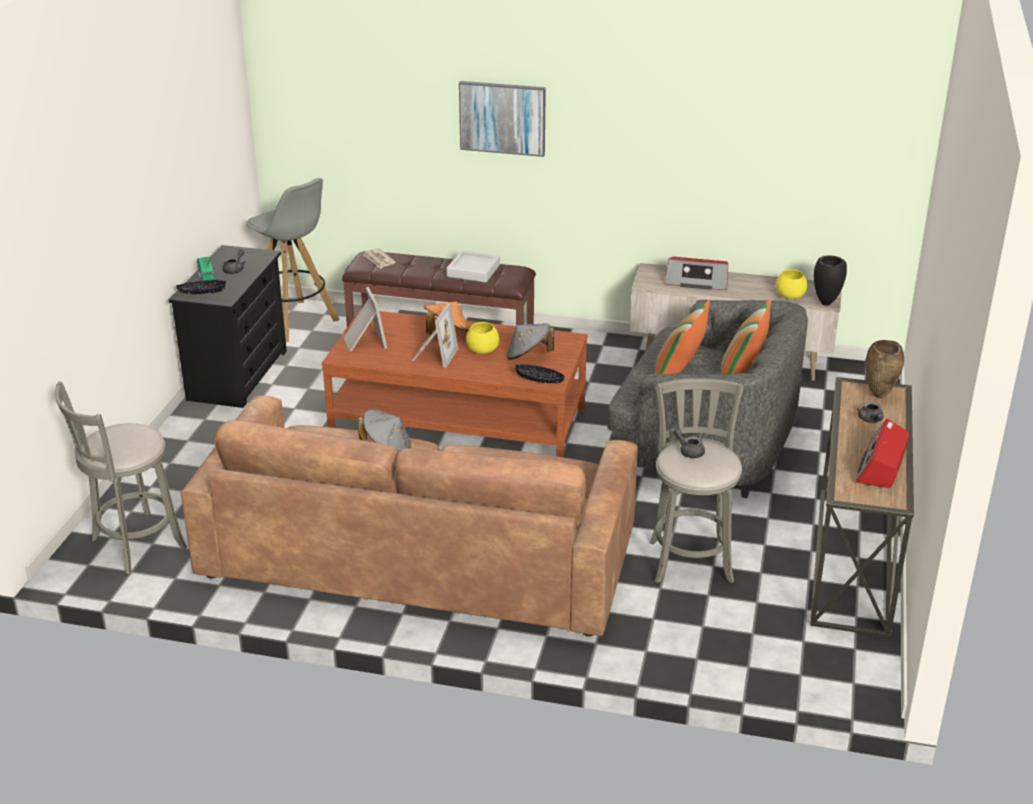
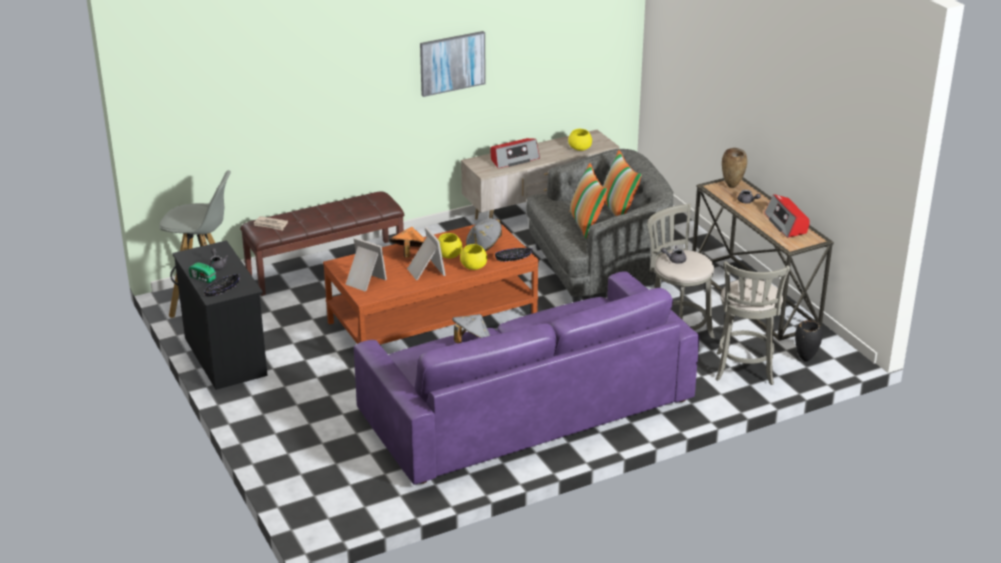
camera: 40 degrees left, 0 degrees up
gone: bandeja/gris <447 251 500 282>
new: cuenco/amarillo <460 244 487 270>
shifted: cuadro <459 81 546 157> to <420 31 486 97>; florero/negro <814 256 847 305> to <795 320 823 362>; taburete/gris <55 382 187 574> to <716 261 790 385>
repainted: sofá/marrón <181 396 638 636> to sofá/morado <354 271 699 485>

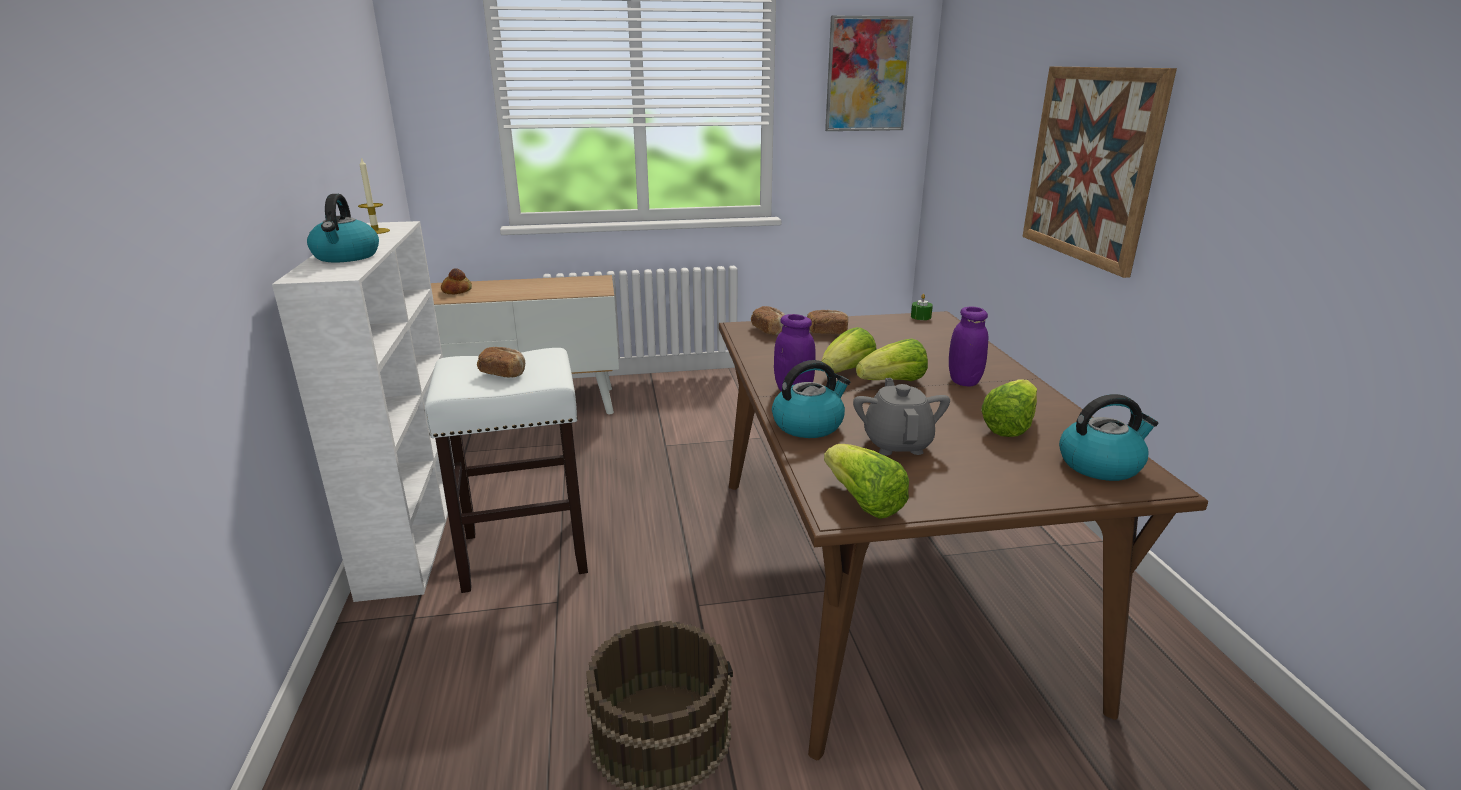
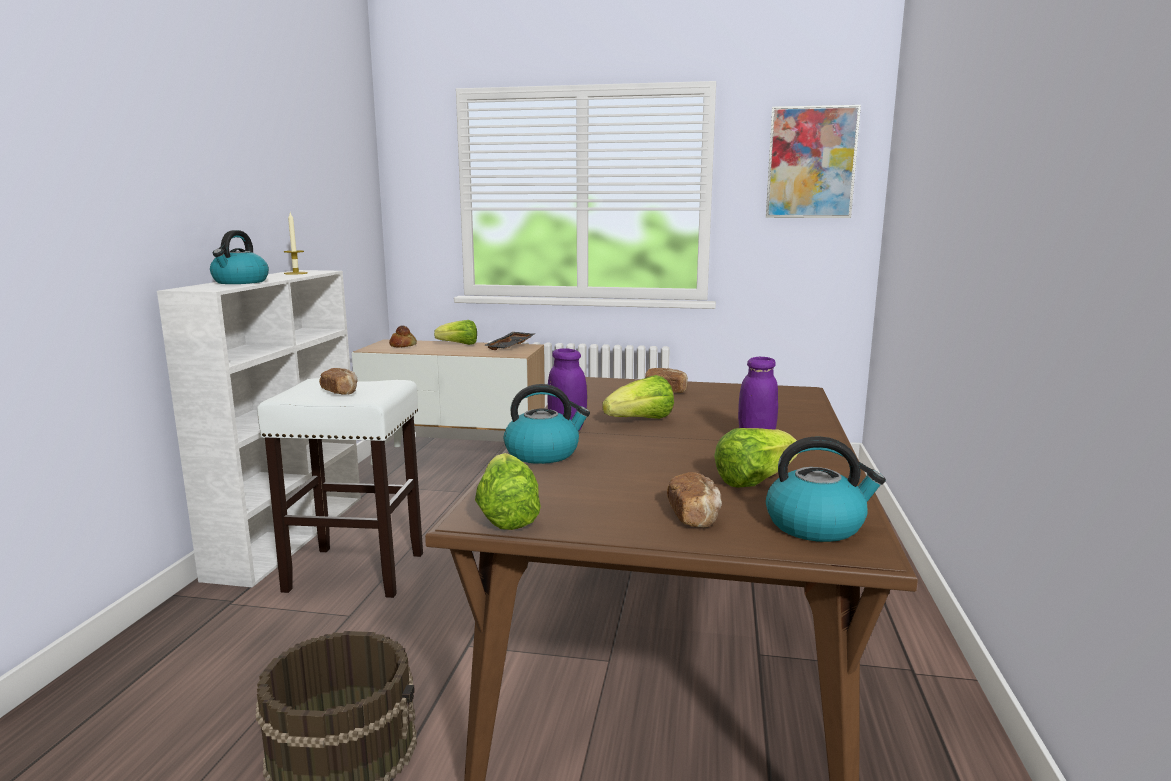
camera: 20 degrees right, 10 degrees down
gone: cuadro <1022 67 1177 278>; vela/verde <911 294 933 320>; tetera/gris <853 378 950 455>
new: bandeja/negro <483 332 535 350>
shifted: pan <751 306 785 335> to <667 472 722 527>; lechuga <856 339 928 381> to <434 320 477 345>

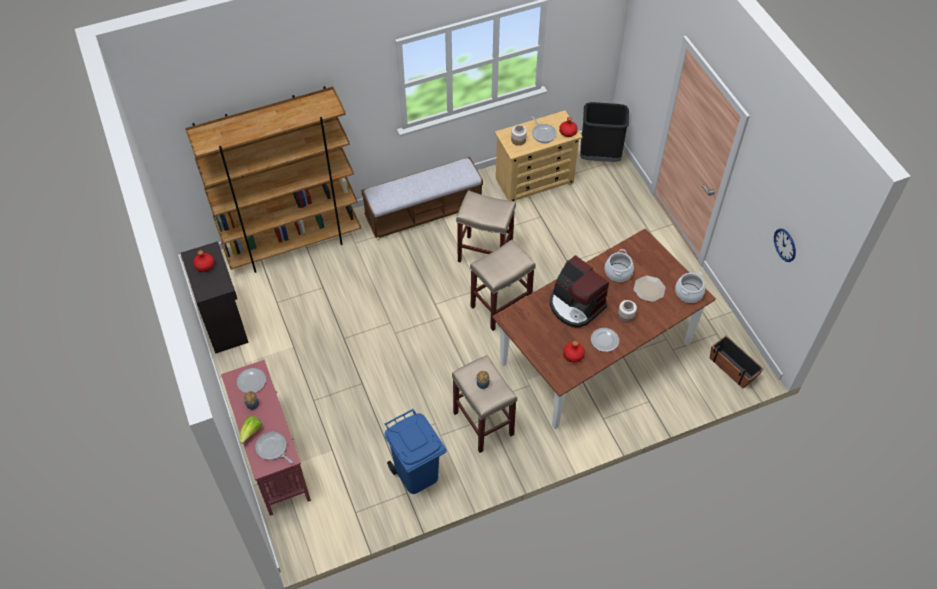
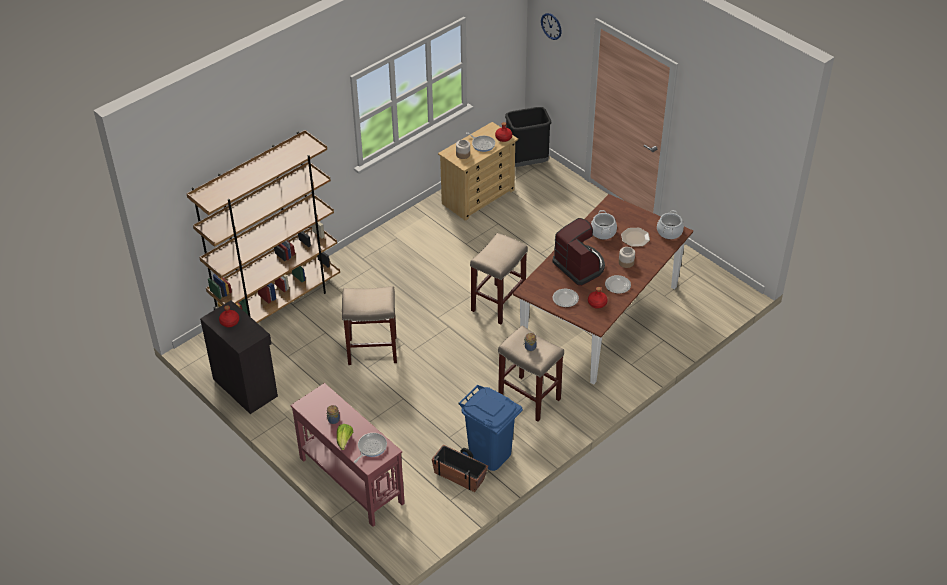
camera: 20 degrees left, 10 degrees down
gone: banco <361 157 483 238>
shifted: taburete/beis <456 190 516 263> to <342 286 397 365>; reloj de pared <774 228 796 262> to <541 13 562 40>; maceta <710 336 764 389> to <432 445 488 492>; plato <237 368 266 393> to <552 289 579 307>
rotated: cafetera <549 255 609 328> = <552 218 605 286> 150 degrees counterclockwise; sartén <255 432 293 464> = <354 433 387 463> 105 degrees clockwise

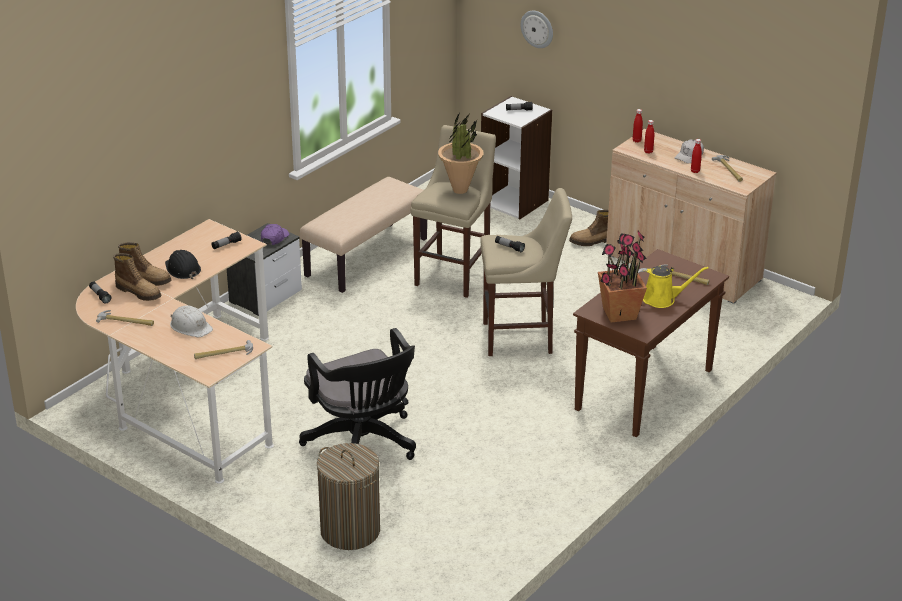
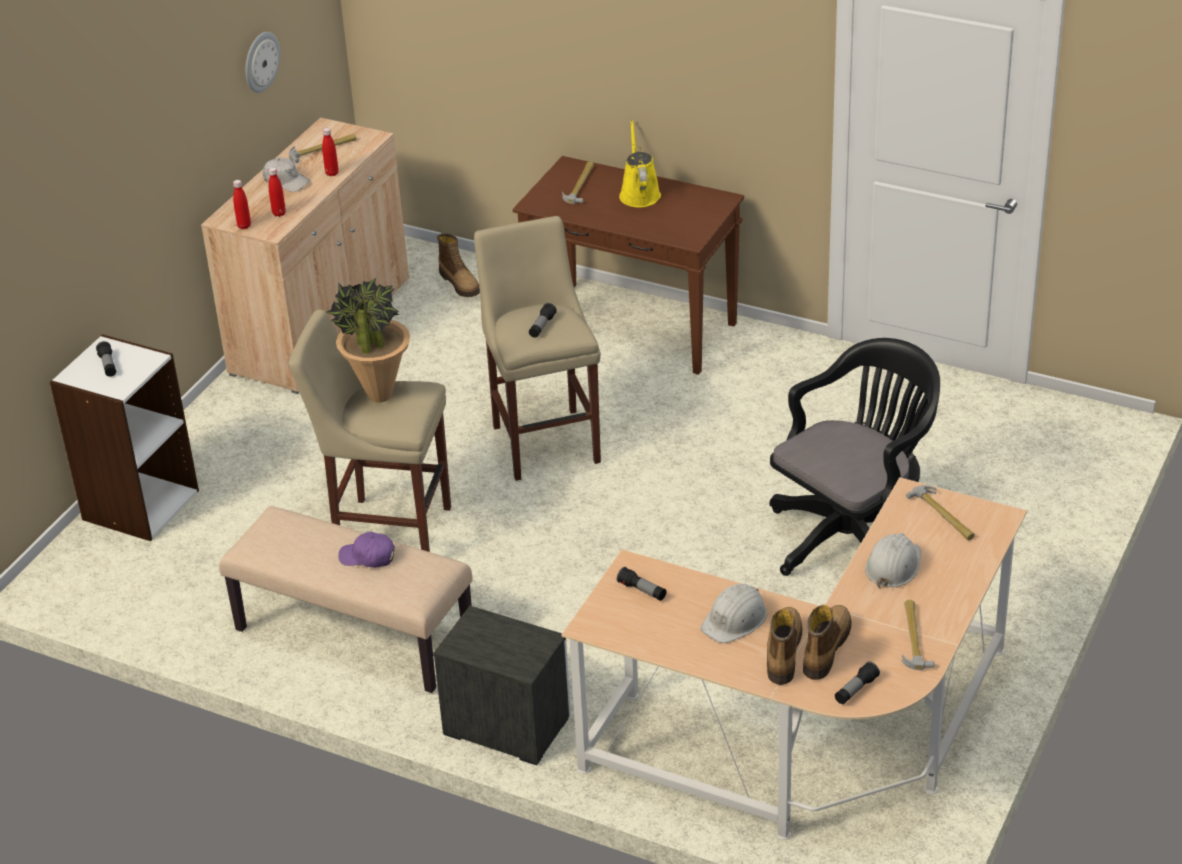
camera: 100 degrees left, 5 degrees up
gone: planta en maceta <598 231 647 323>; cesto de la ropa <317 443 380 550>
shifted: reloj de pared <521 11 553 48> to <246 32 280 93>; bota <569 210 609 246> to <437 233 480 297>; gorra/morado <261 224 289 245> to <338 531 395 568>
repainted: casco/negro <165 250 201 279> to casco/blanco <701 584 767 643>

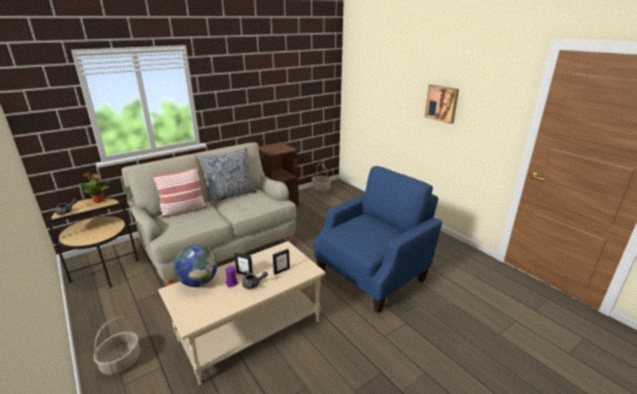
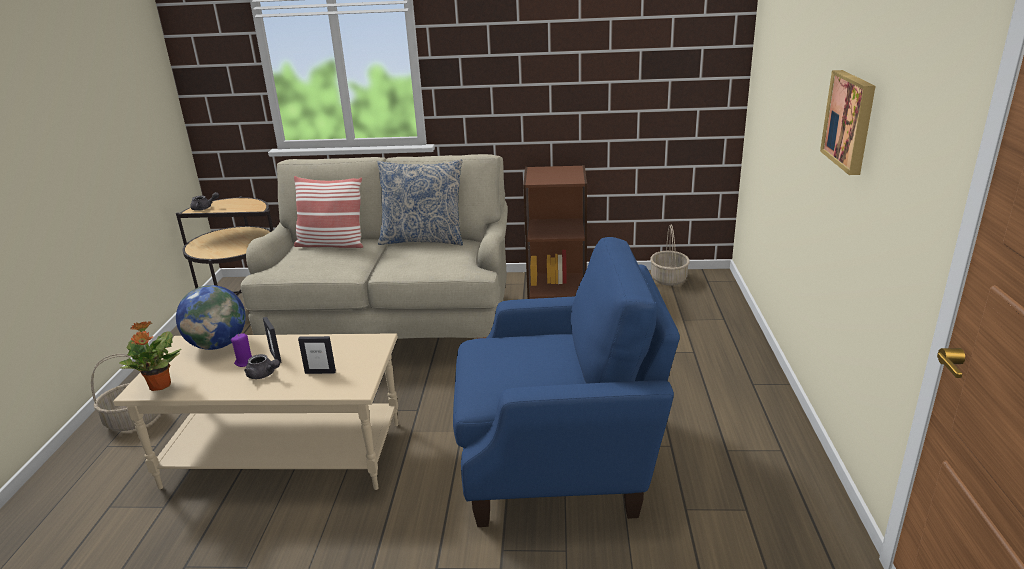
camera: 40 degrees right, 0 degrees up
shifted: planta en maceta <79 172 110 203> to <120 321 181 391>

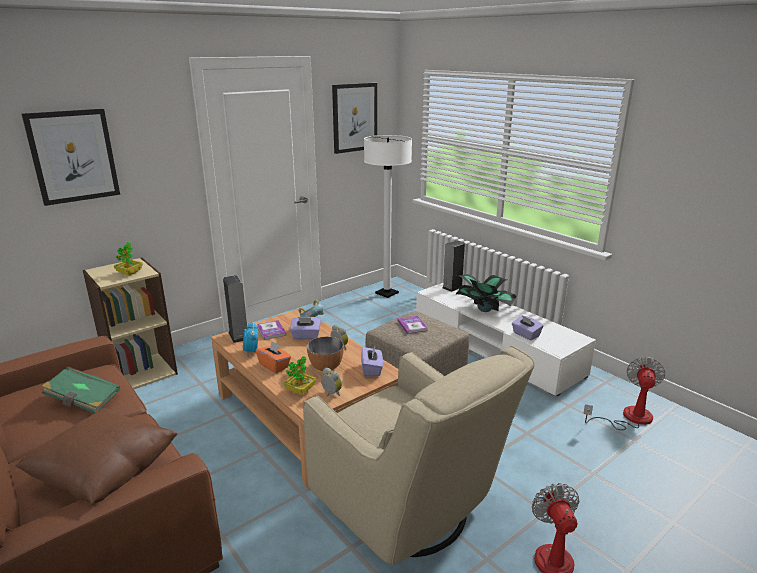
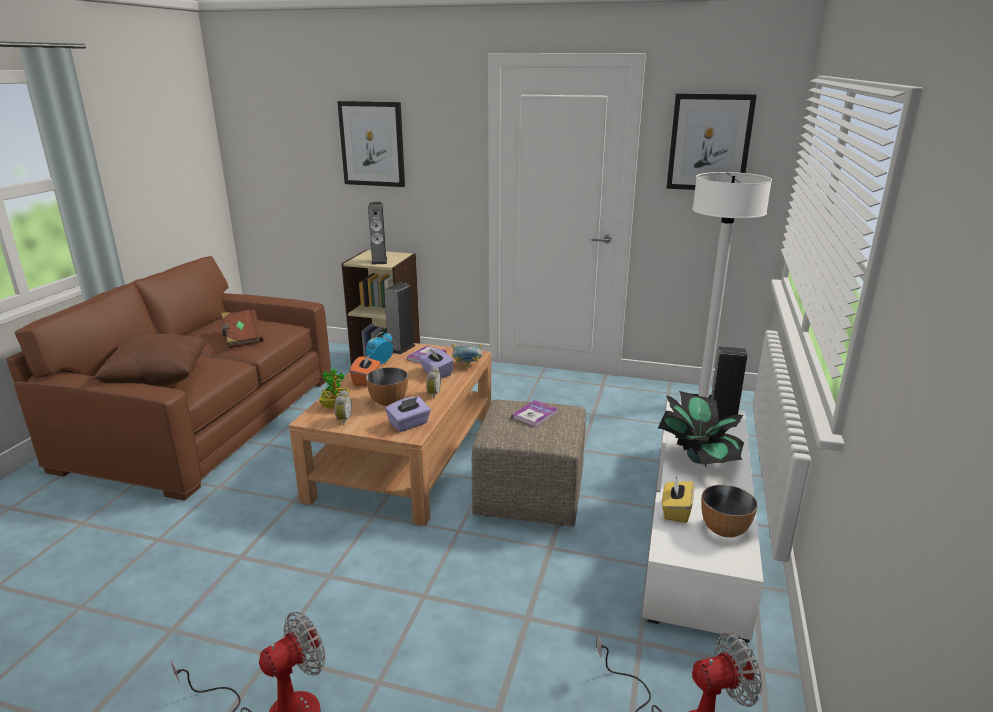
camera: 55 degrees right, 0 degrees up
gone: sillón/beis <303 346 535 564>
new: cuenco <701 485 758 537>
swapped: planta en maceta <114 242 143 276> to altavoz <368 202 387 265>
repainted: caja de pañuelos/morado <512 315 543 340> to caja de pañuelos/amarillo <662 476 694 523>; libro/verde <41 366 120 413> to libro/marrón <221 309 263 348>

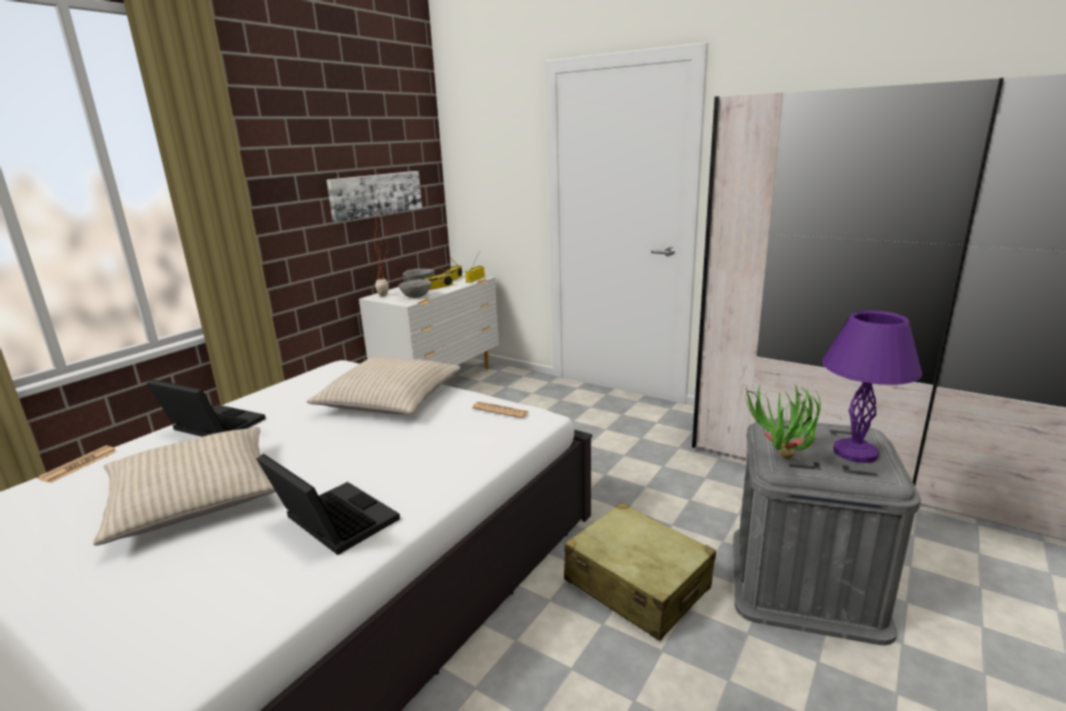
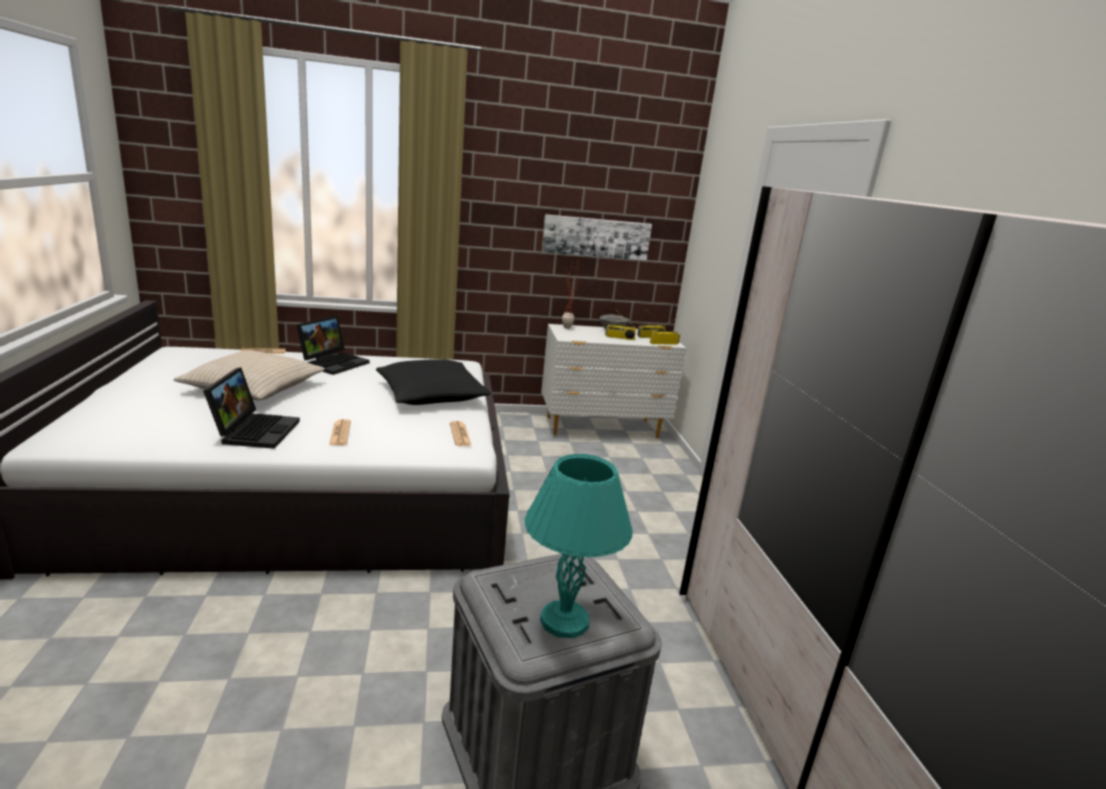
camera: 45 degrees right, 0 degrees up
gone: cuenco/gris <399 279 432 298>; planta en maceta <745 384 821 459>; maleta/beis <564 503 716 641>
new: periódico <329 419 351 445>
repainted: lámpara de mesa/morado <822 310 922 463> to lámpara de mesa/turquesa <525 454 633 638>; cojín/beis <307 357 461 414> to cojín/negro <376 359 491 405>
rotated: portátil <147 379 266 437> = <296 316 369 375> 45 degrees clockwise

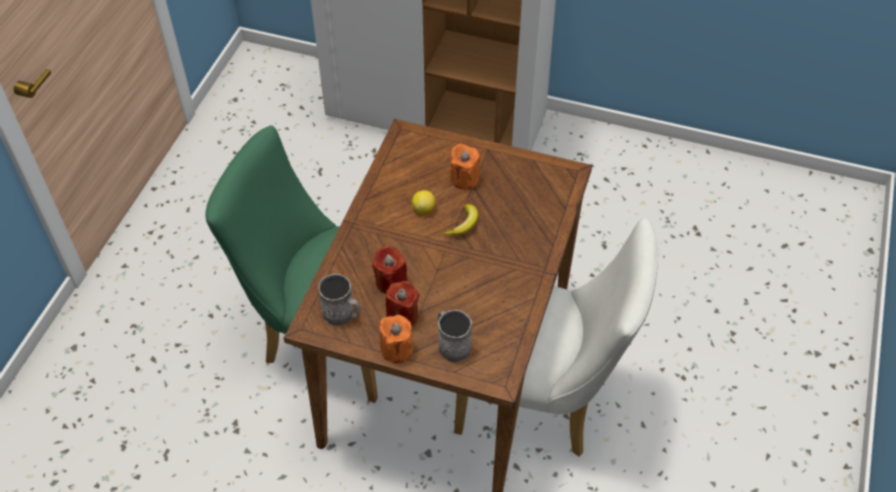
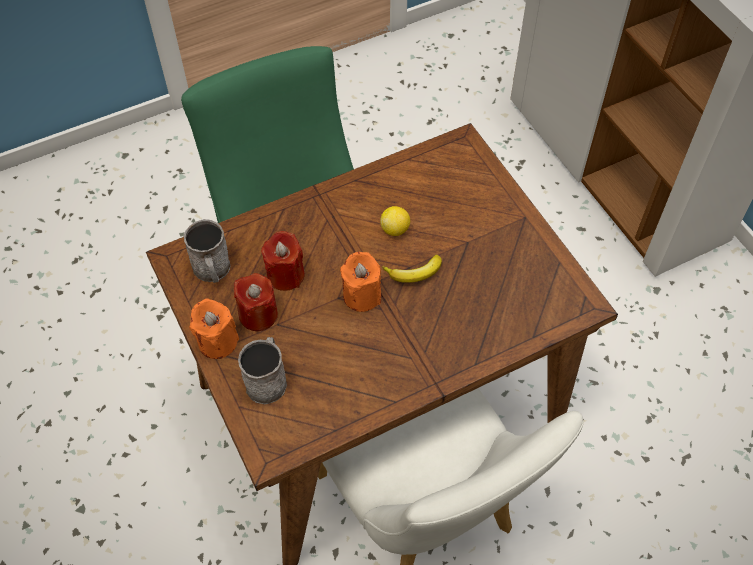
camera: 45 degrees right, 5 degrees up
shifted: vela/naranja <451 144 480 189> to <340 252 381 312>

